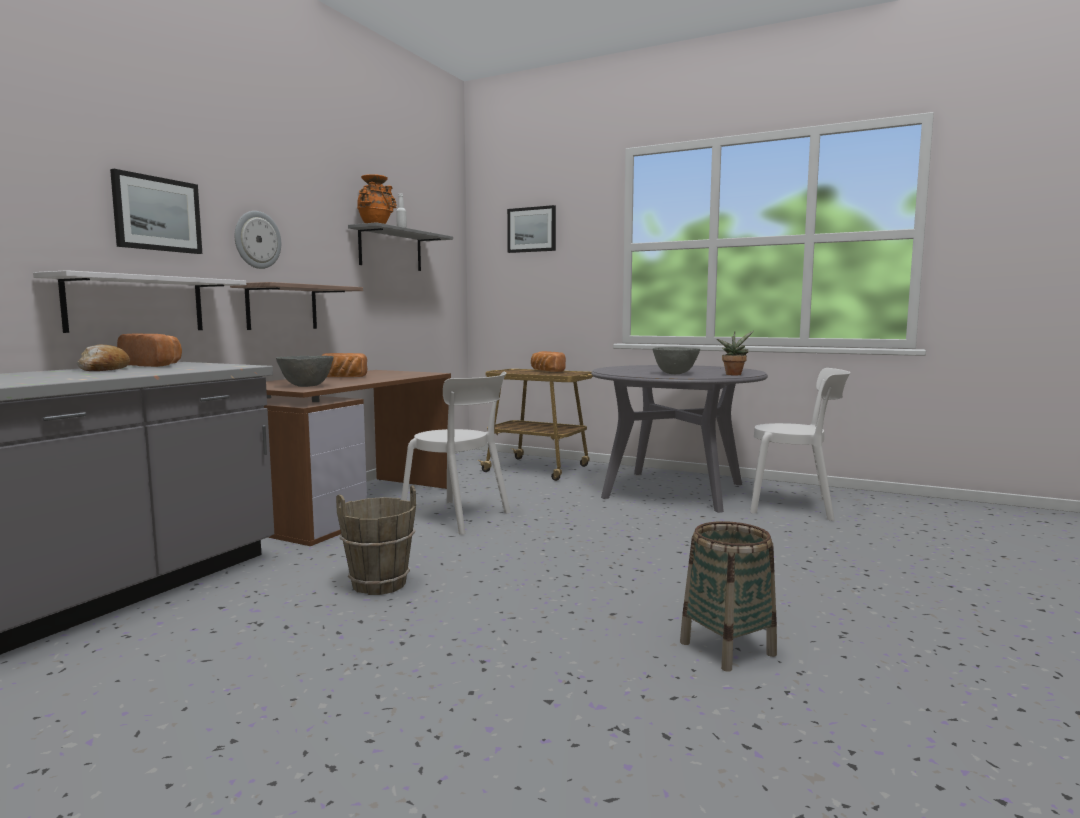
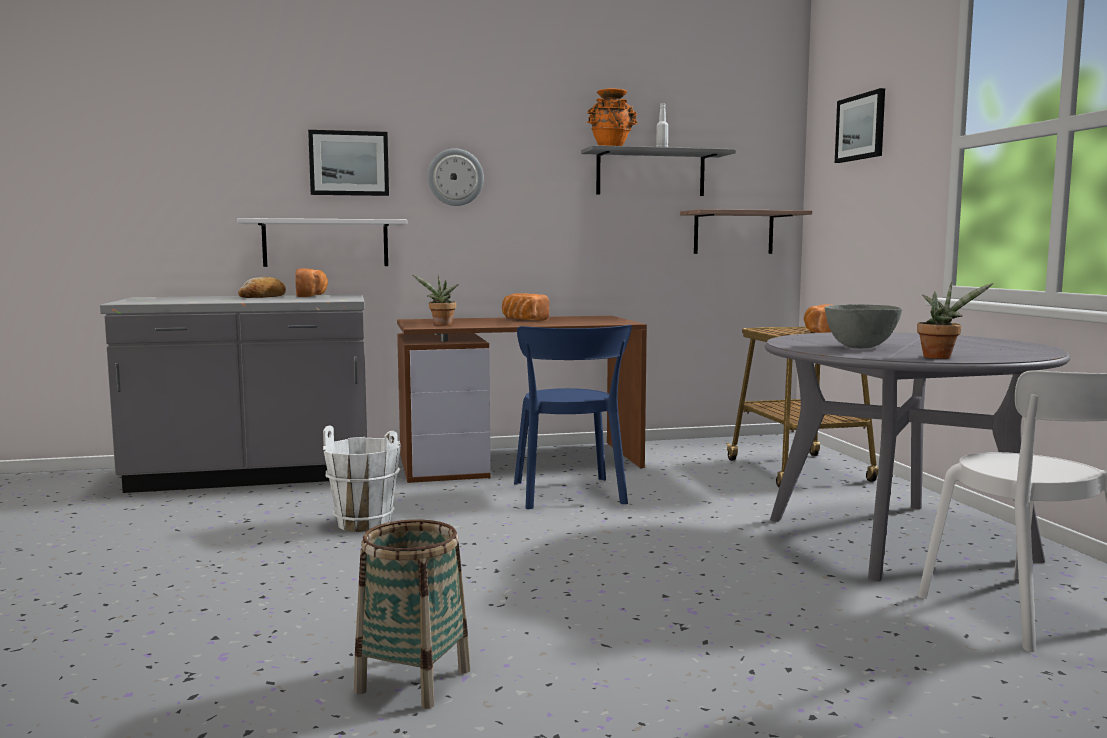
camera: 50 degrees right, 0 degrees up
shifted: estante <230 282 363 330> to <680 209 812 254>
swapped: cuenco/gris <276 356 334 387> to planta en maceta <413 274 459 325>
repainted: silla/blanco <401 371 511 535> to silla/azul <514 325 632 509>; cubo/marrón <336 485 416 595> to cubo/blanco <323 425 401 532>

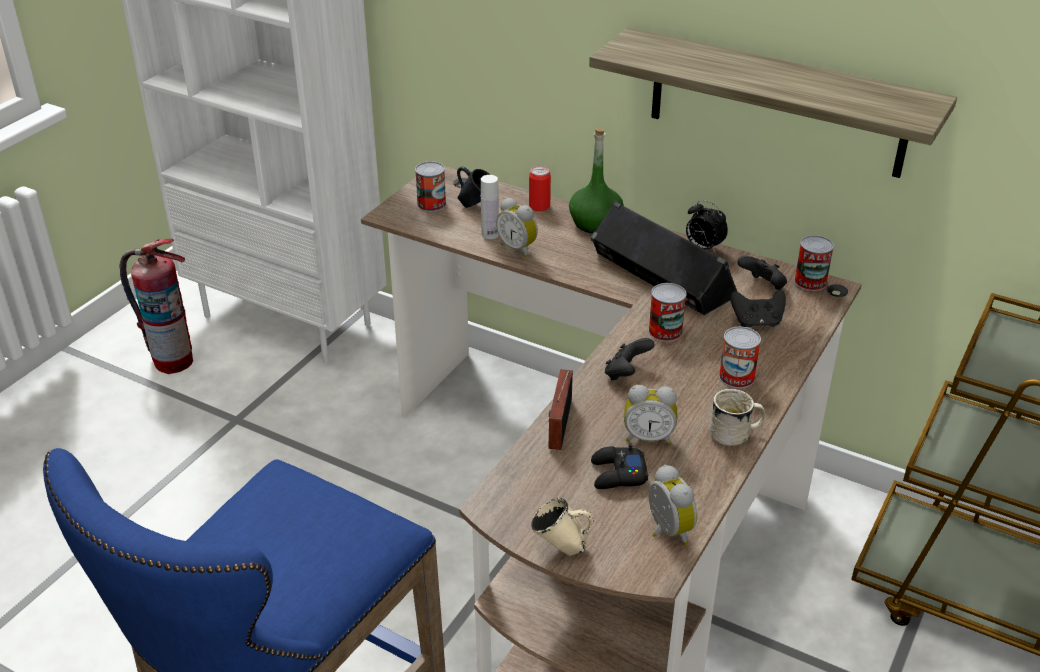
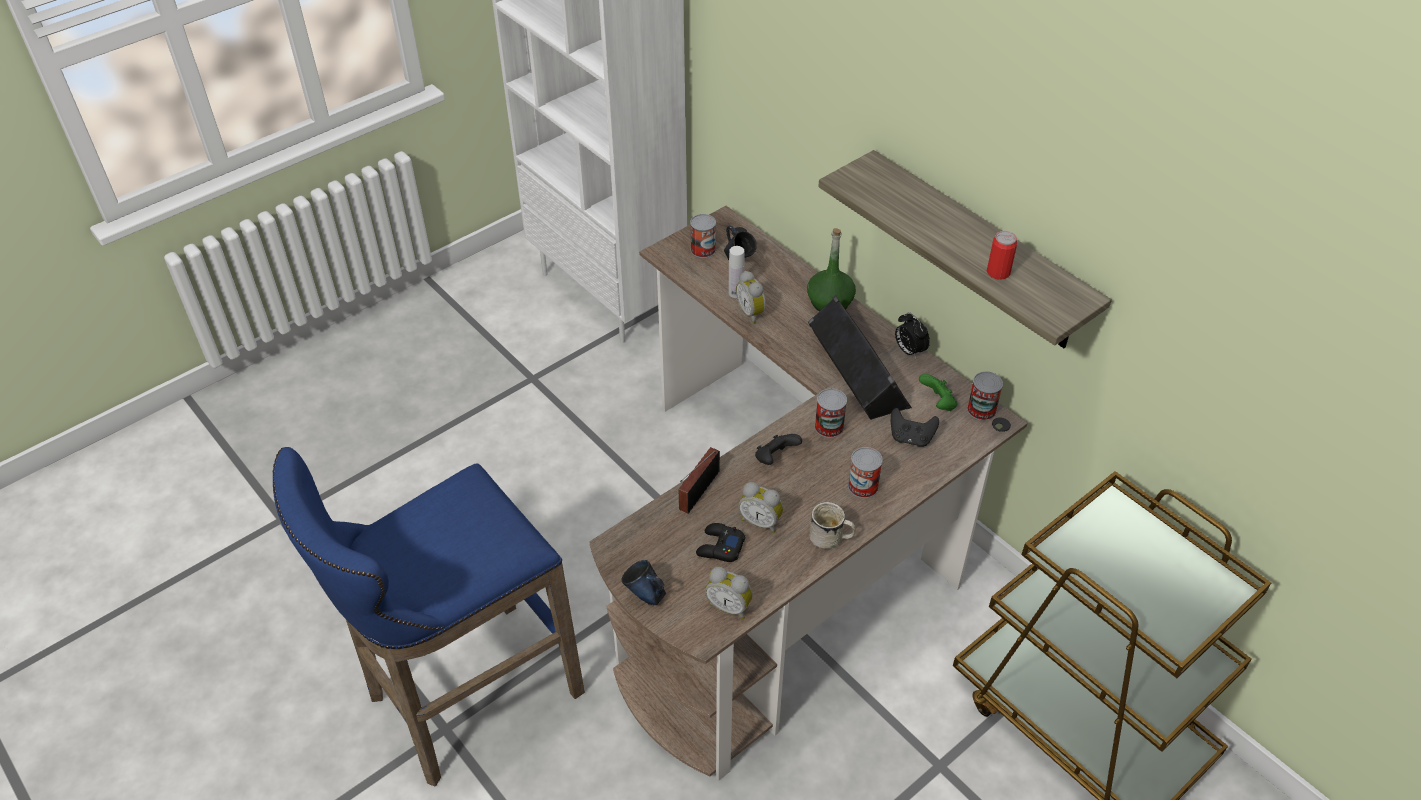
camera: 20 degrees right, 10 degrees up
gone: extintor <119 239 193 374>
shifted: lata <529 166 551 211> to <987 231 1017 280>
repainted: mando de consola/negro <737 256 787 290> to mando de consola/verde <919 374 957 411>; taza grande/beis <531 498 593 556> to taza grande/azul <622 560 666 605>
rotated: despertador <648 465 697 545> = <705 567 753 619> 120 degrees clockwise

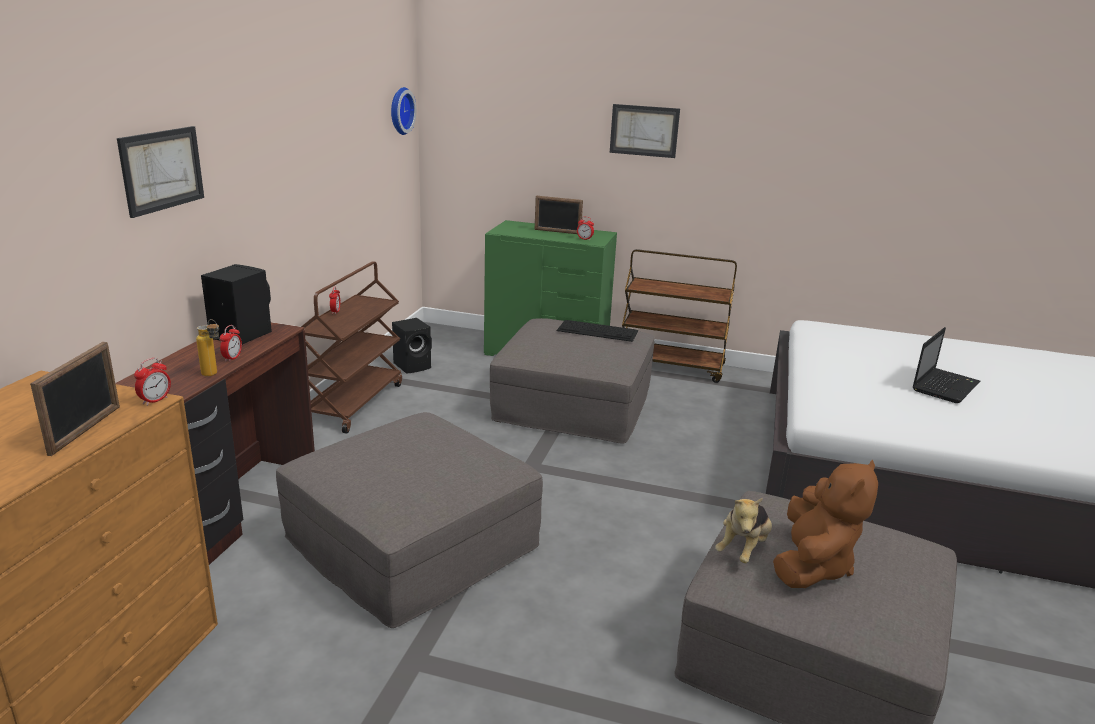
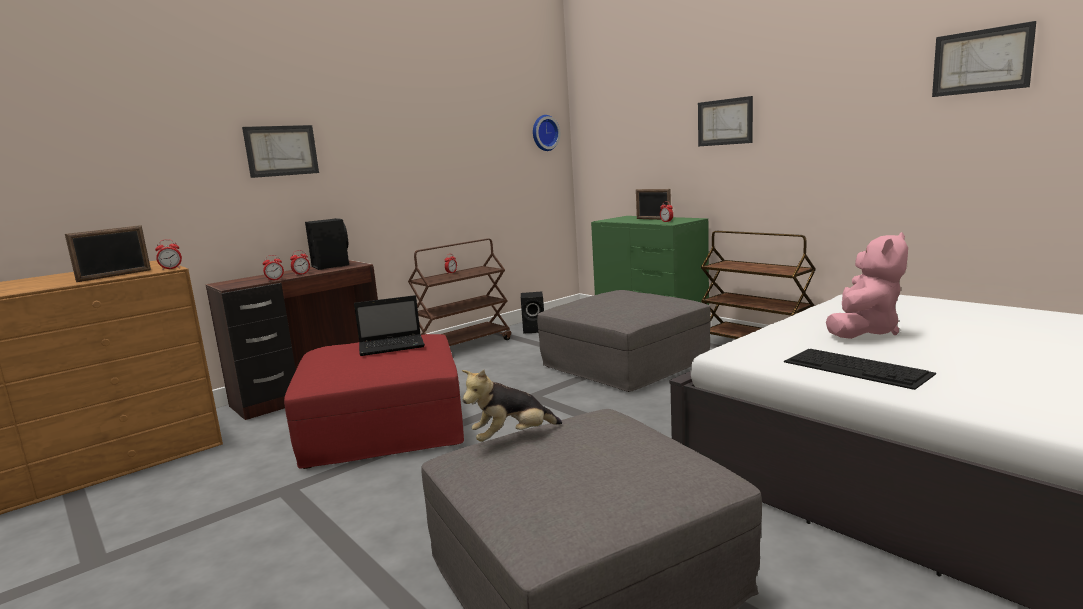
camera: 35 degrees right, 10 degrees down
gone: peluche/marrón <773 459 878 588>
new: cuadro <932 21 1036 97>; peluche/rosa <826 232 908 339>
shifted: teclado <557 320 638 342> to <784 349 936 390>; portátil <913 327 980 403> to <354 295 425 356>
swapped: botella <196 319 219 376> to despertador <263 255 284 281>
repainted: puf/gris <276 412 543 628> to puf/rojo <284 334 464 469>

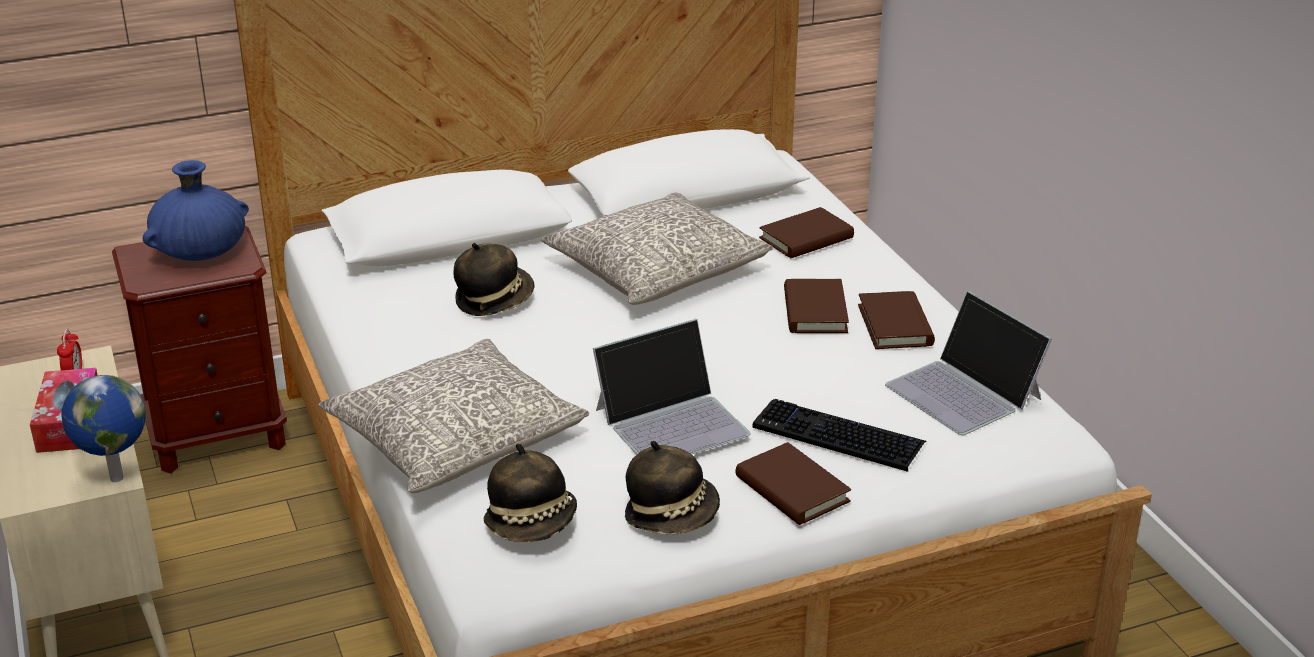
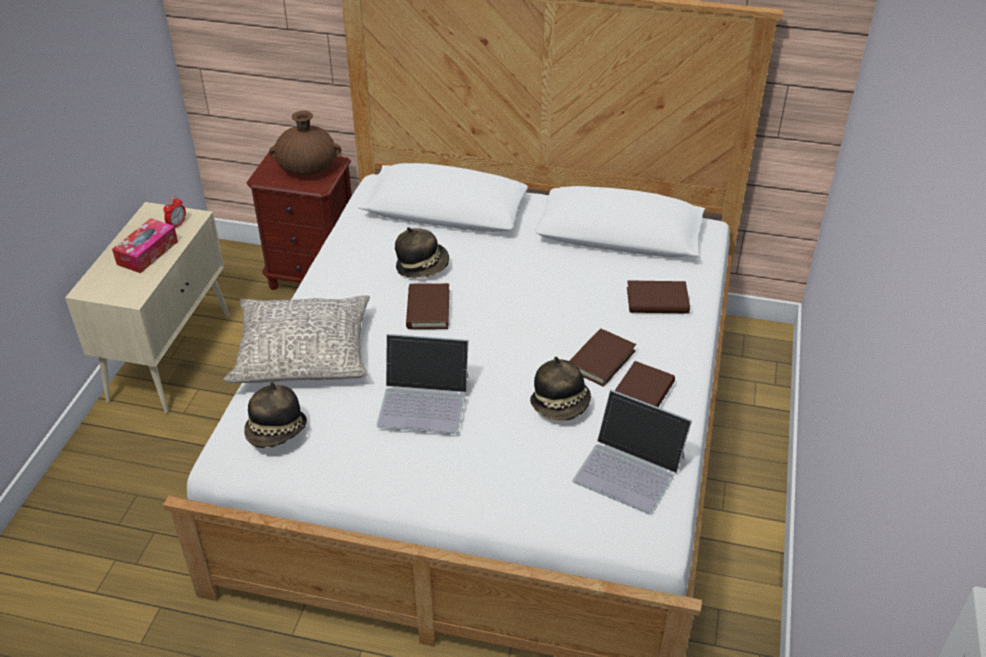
camera: 35 degrees right, 10 degrees up
gone: cojín/gris <542 193 773 305>; globo terráqueo <61 375 146 482>; teclado <752 399 926 472>
shifted: sombrero <625 441 720 535> to <530 356 591 421>; libro/marrón <736 442 851 525> to <406 283 449 329>
repainted: florero/azul <143 160 249 261> to florero/marrón <269 111 341 175>
rotated: portátil <885 291 1052 435> = <573 390 692 514> 60 degrees counterclockwise

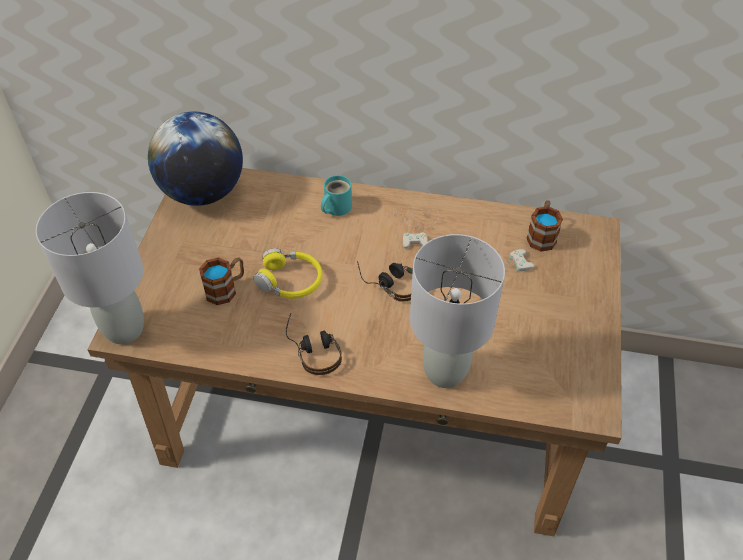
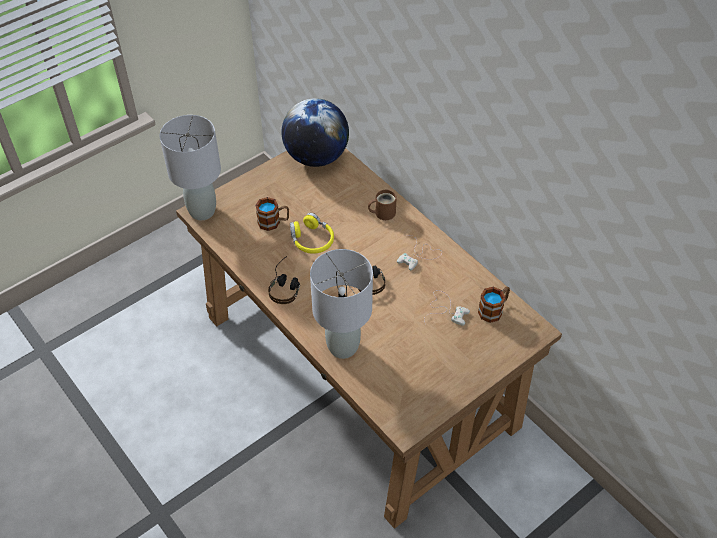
camera: 40 degrees right, 0 degrees up
repainted: taza grande/turquesa <321 175 352 216> to taza grande/marrón <368 190 397 220>

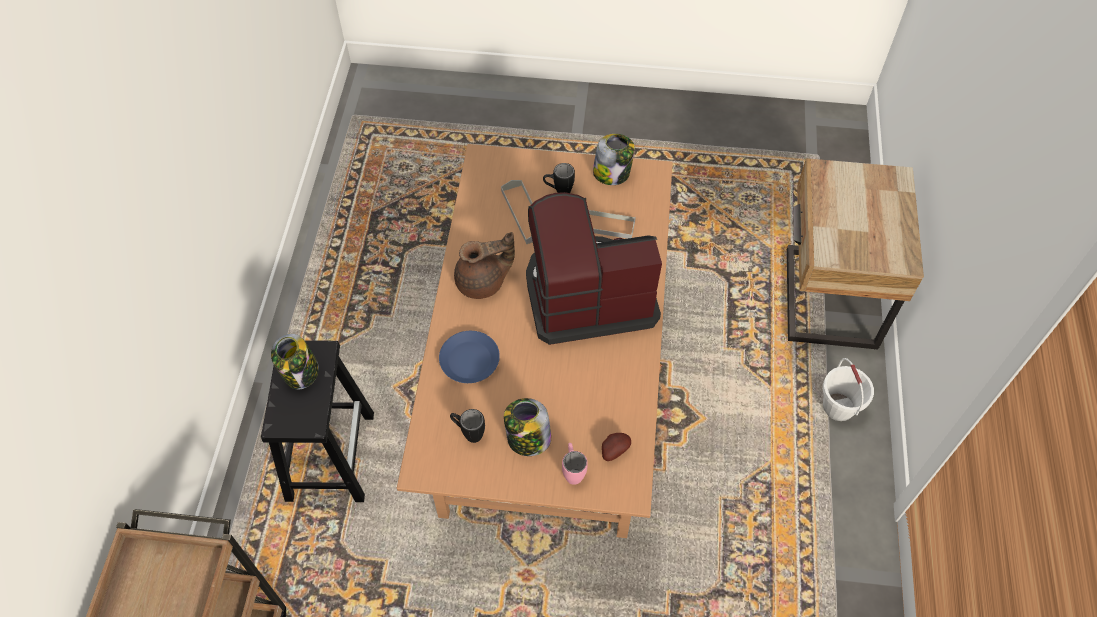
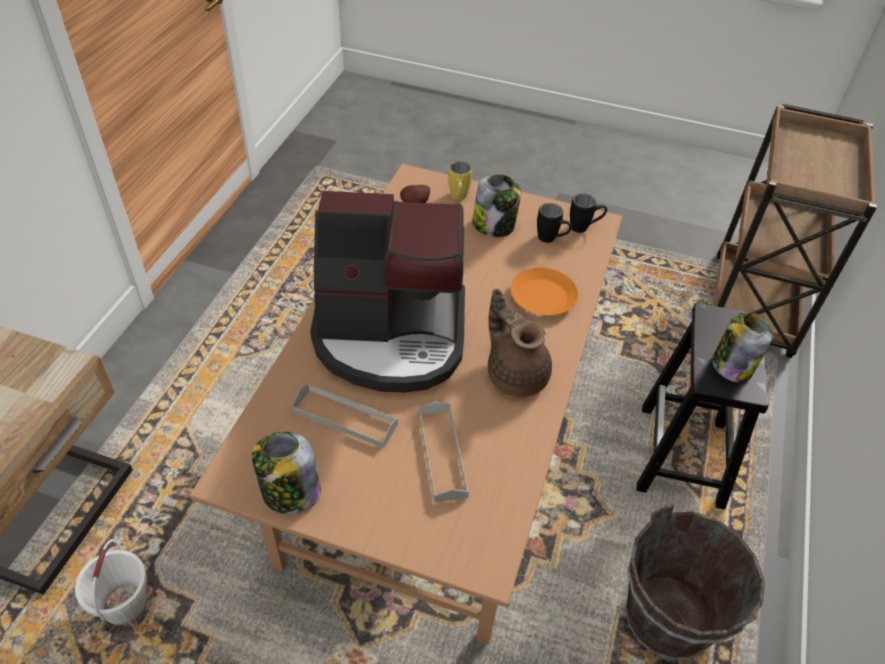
camera: 170 degrees left, 10 degrees down
new: cubo/marrón <625 503 765 660>
shifted: taza grande/negro <543 163 575 193> to <570 193 607 233>; cubo/blanco <823 358 874 421> to <75 539 147 625>
repainted: plato/azul <439 331 500 383> to plato/naranja <511 267 578 315>; taza grande/rosa <562 443 588 485> to taza grande/amarillo <448 161 472 200>
rotated: tetera/marrón <454 232 515 299> = <488 289 552 397> 60 degrees clockwise

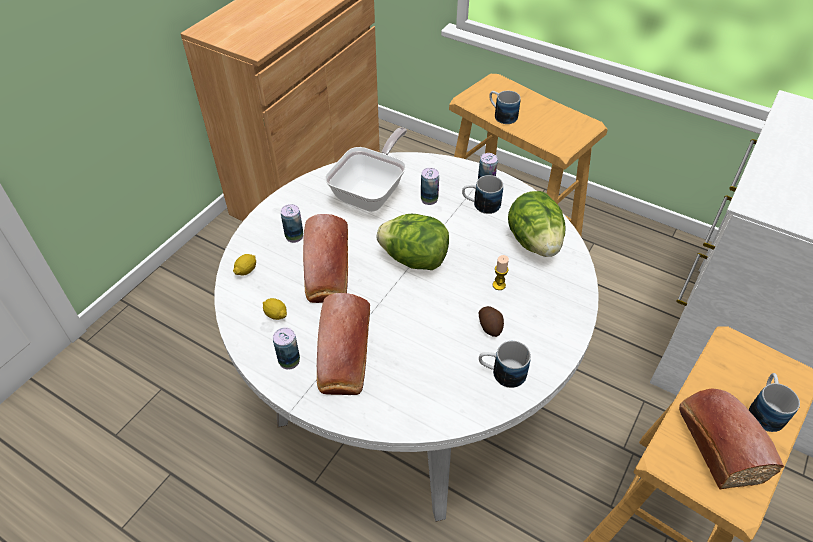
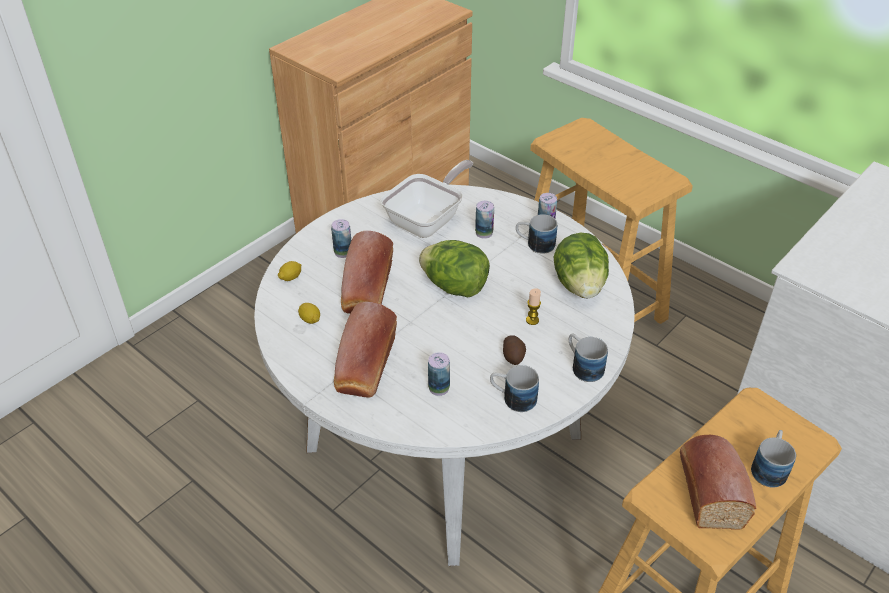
camera: 10 degrees right, 5 degrees down
shifted: taza grande <489 91 521 124> to <569 334 608 382>; lata <273 327 300 370> to <428 352 450 396>

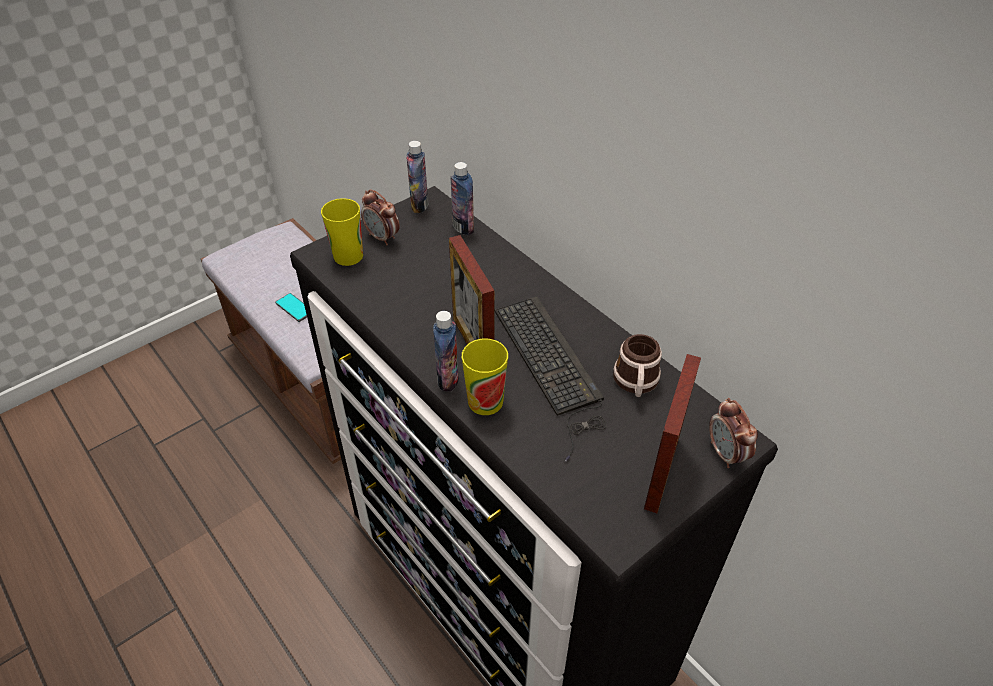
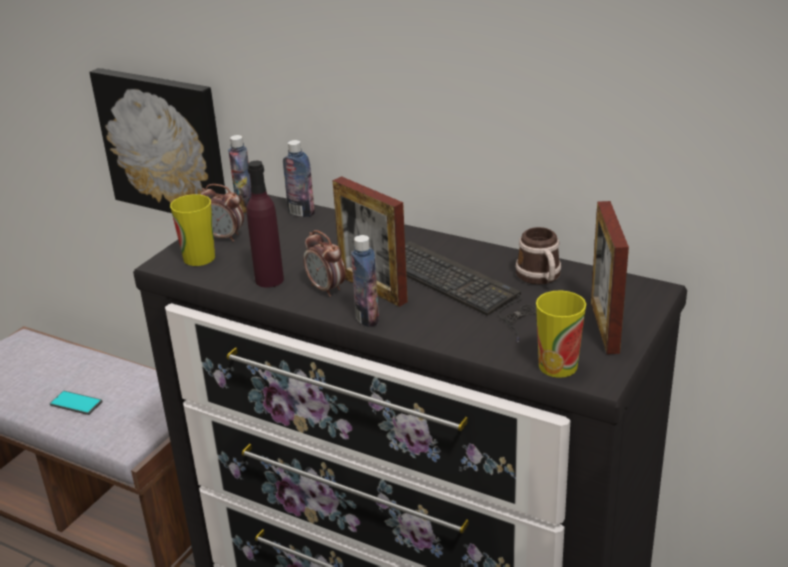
camera: 20 degrees left, 15 degrees down
new: cuadro <89 68 226 213>; botella/morado <247 161 284 288>
shifted: taza <462 339 508 415> to <536 290 586 378>; despertador <709 398 758 468> to <303 230 346 297>

